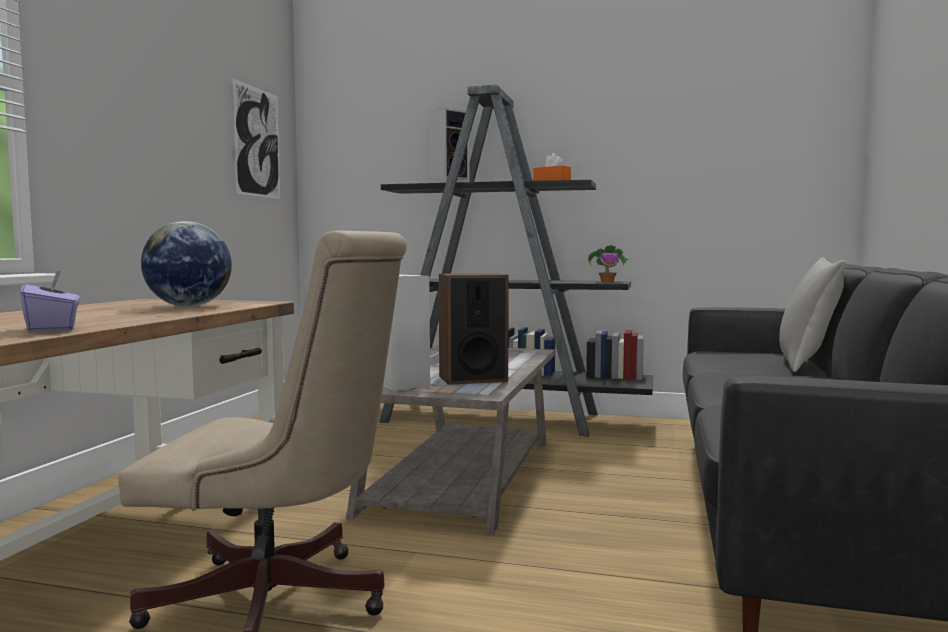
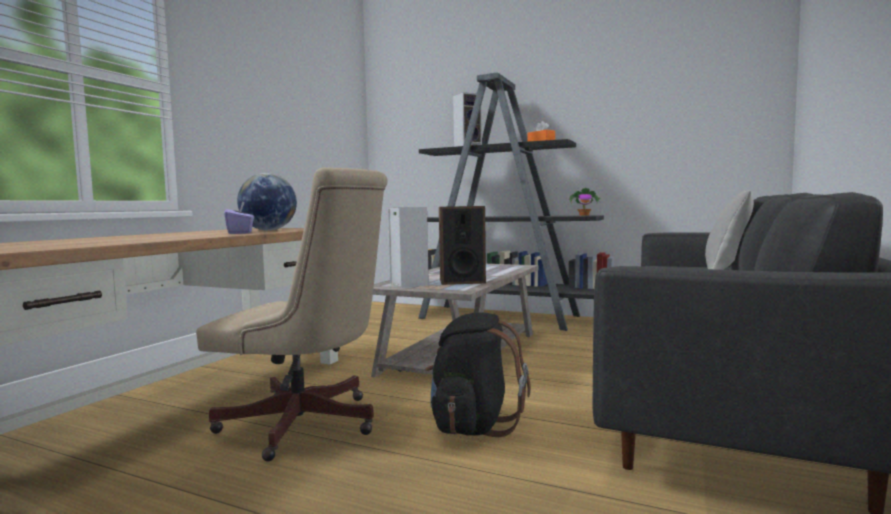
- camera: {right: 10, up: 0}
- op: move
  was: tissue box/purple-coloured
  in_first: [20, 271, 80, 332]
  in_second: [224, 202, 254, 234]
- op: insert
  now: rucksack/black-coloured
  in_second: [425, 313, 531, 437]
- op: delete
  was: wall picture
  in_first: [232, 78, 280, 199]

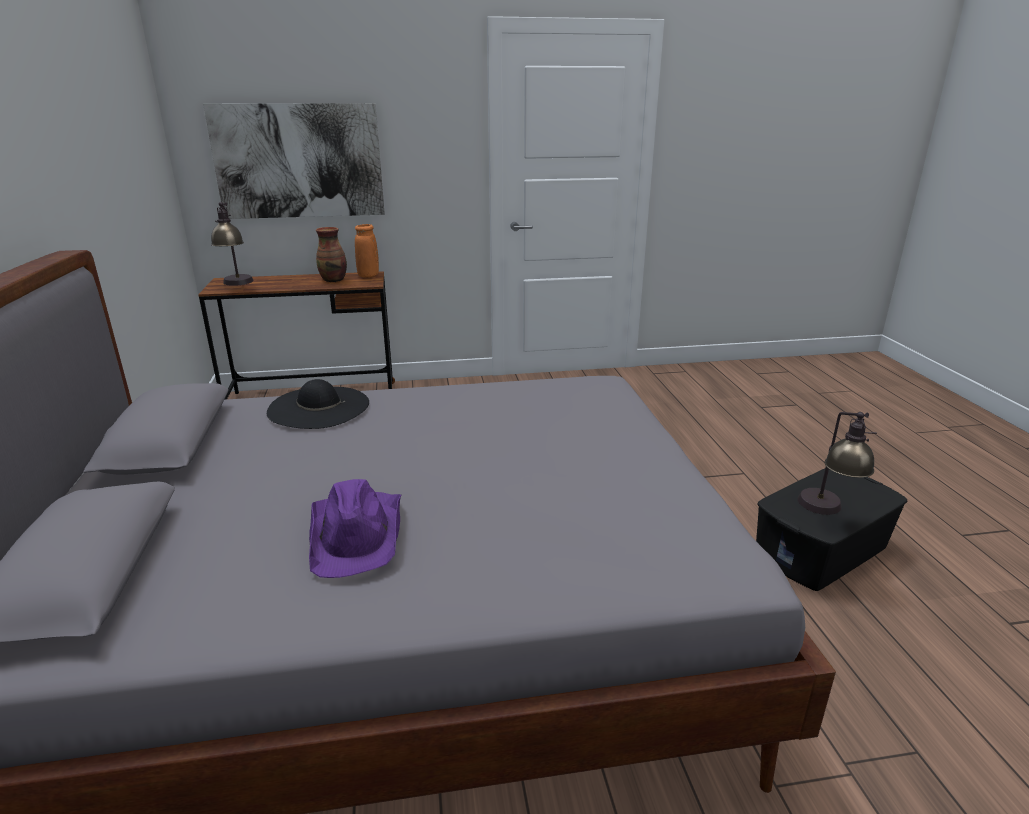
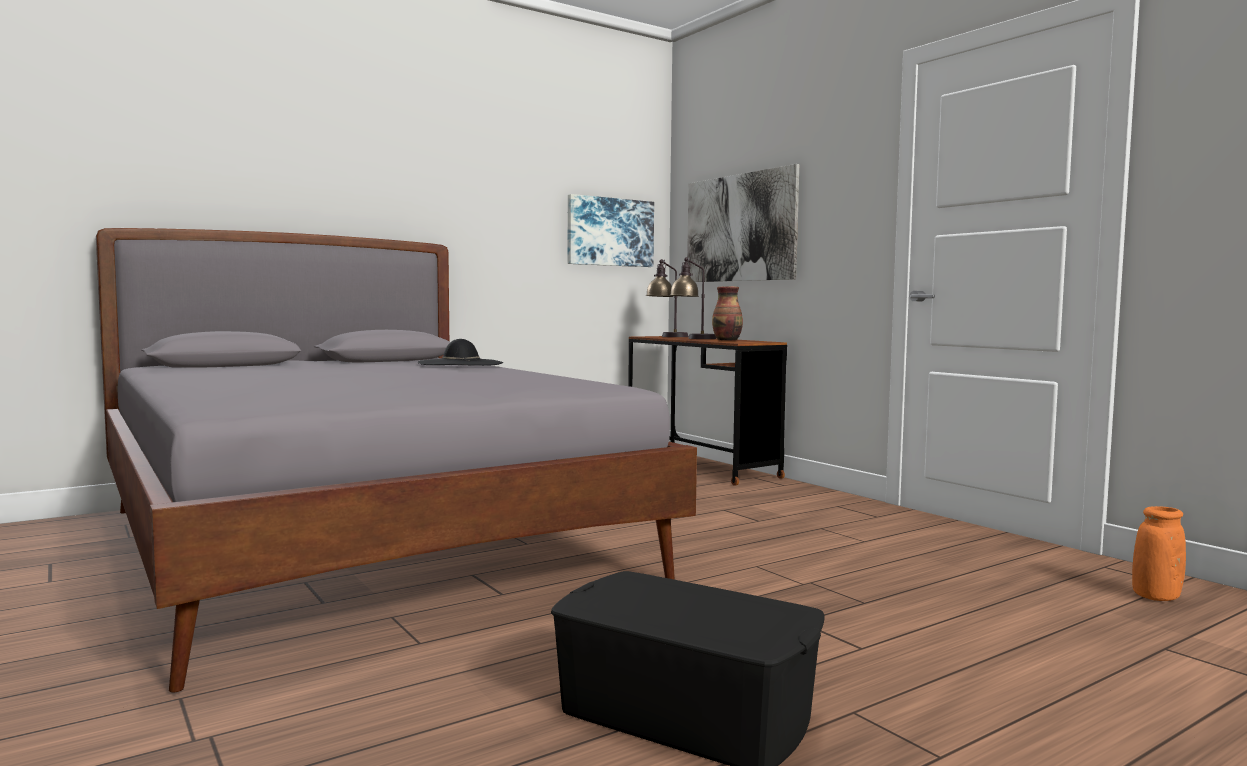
- camera: {right: 65, up: -20}
- op: insert
  now: wall picture
  in_second: [568, 194, 654, 267]
- op: move
  was: tabletop lamp
  in_first: [798, 412, 877, 515]
  in_second: [670, 257, 716, 339]
- op: move
  was: vase/orangey
  in_first: [355, 224, 379, 278]
  in_second: [1132, 506, 1186, 601]
- op: delete
  was: hat/purple-coloured
  in_first: [309, 479, 401, 578]

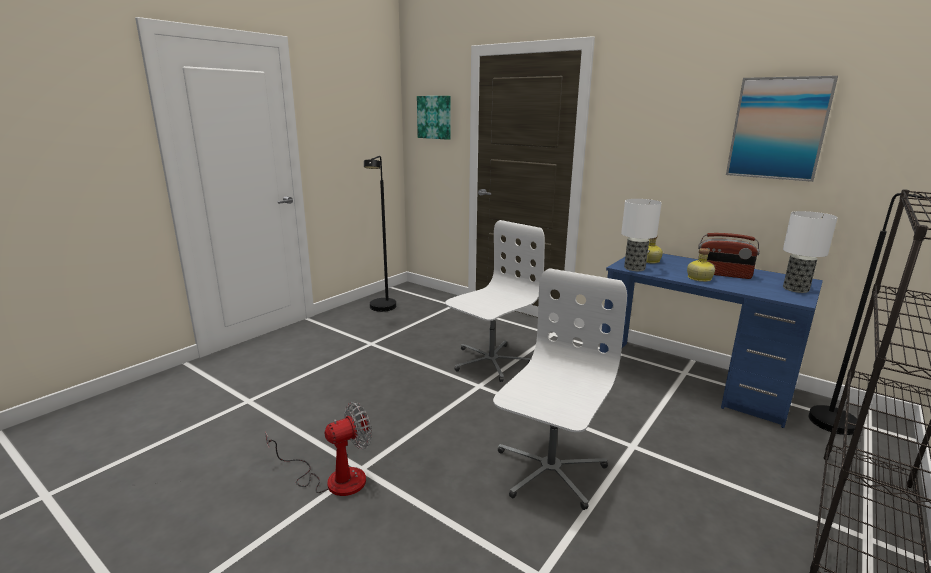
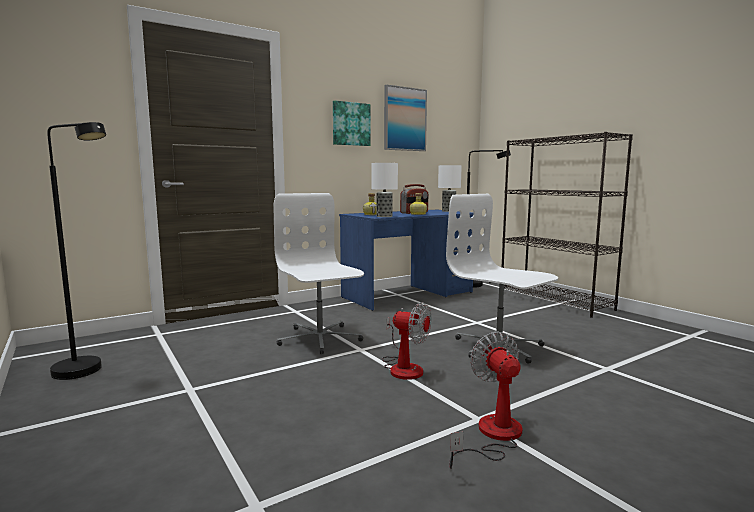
- camera: {right: -70, up: -10}
- op: move
  was: wall picture
  in_first: [417, 96, 451, 140]
  in_second: [333, 101, 371, 146]
- op: insert
  now: electric fan
  in_second: [382, 302, 431, 380]

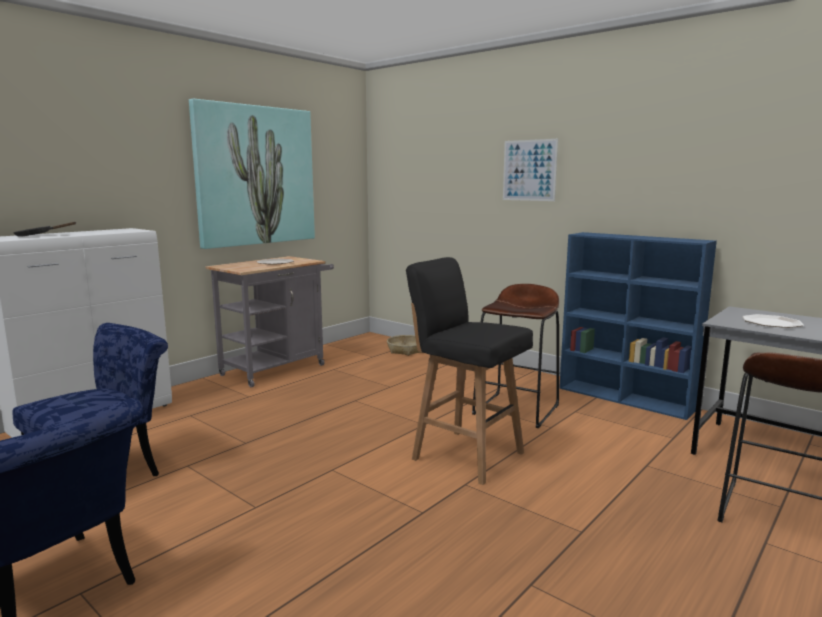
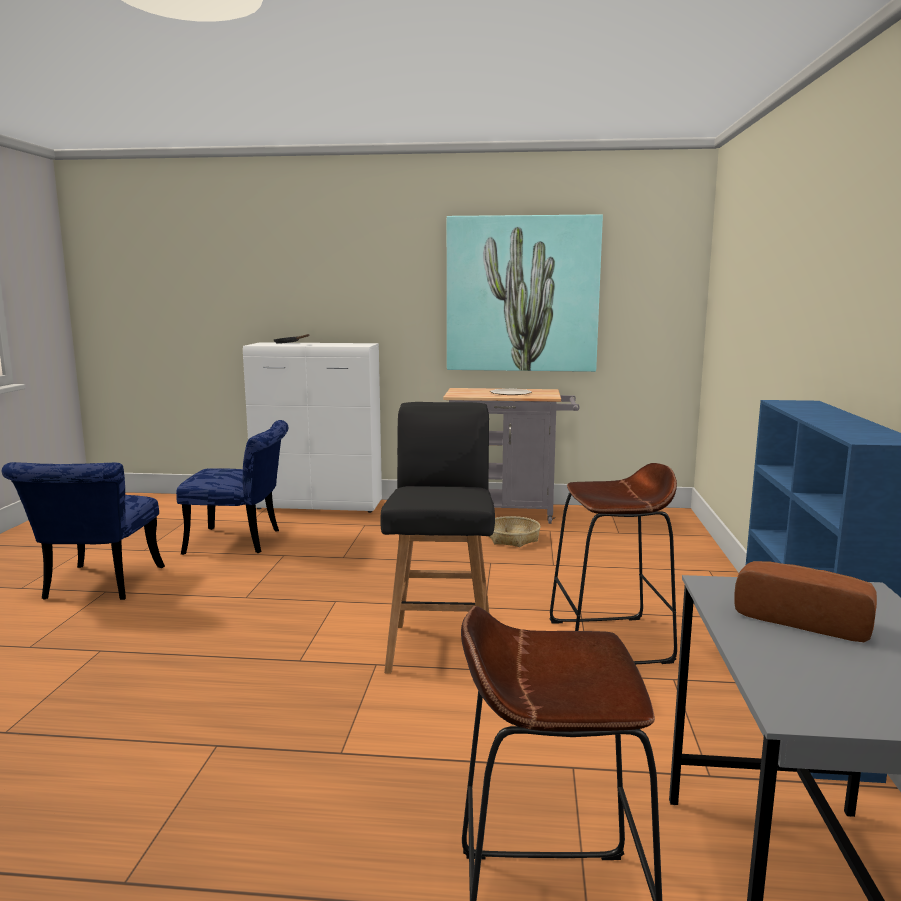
- camera: {right: 55, up: 0}
- op: move
  was: household basket
  in_first: [387, 335, 422, 356]
  in_second: [489, 516, 540, 547]
- op: replace
  was: dinner plate
  now: bread
  in_first: [742, 314, 804, 328]
  in_second: [734, 561, 877, 642]
- op: delete
  was: wall picture
  in_first: [503, 139, 558, 201]

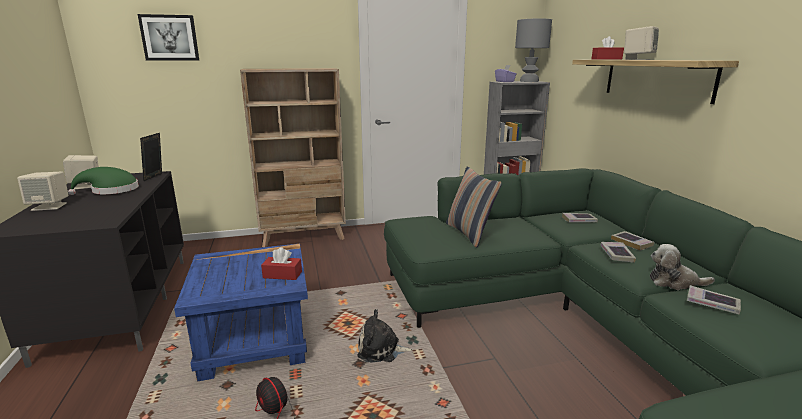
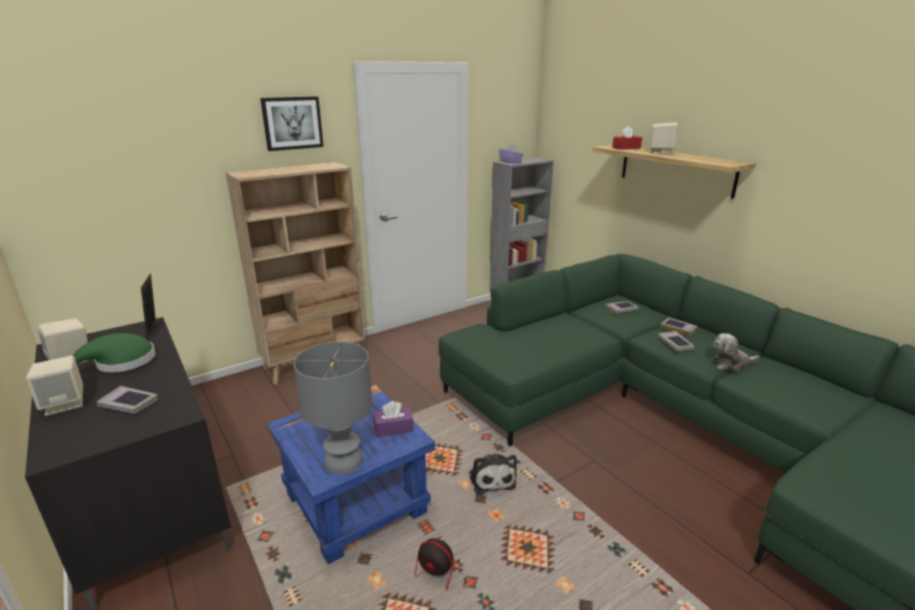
- camera: {right: -20, up: 5}
- op: move
  was: volume
  in_first: [687, 285, 741, 315]
  in_second: [97, 386, 158, 414]
- op: move
  was: wall picture
  in_first: [138, 14, 199, 61]
  in_second: [260, 96, 324, 151]
- op: move
  was: tabletop lamp/greyish
  in_first: [515, 18, 552, 82]
  in_second: [294, 342, 372, 475]
- op: recolor
  was: tissue box/red-coloured
  now: tissue box/purple-coloured
  in_first: [261, 247, 302, 280]
  in_second: [373, 401, 414, 437]
- op: rotate
  was: soft toy
  in_first: [358, 309, 413, 363]
  in_second: [469, 454, 517, 495]
  clockwise: -90
- op: delete
  was: pillow
  in_first: [446, 166, 502, 247]

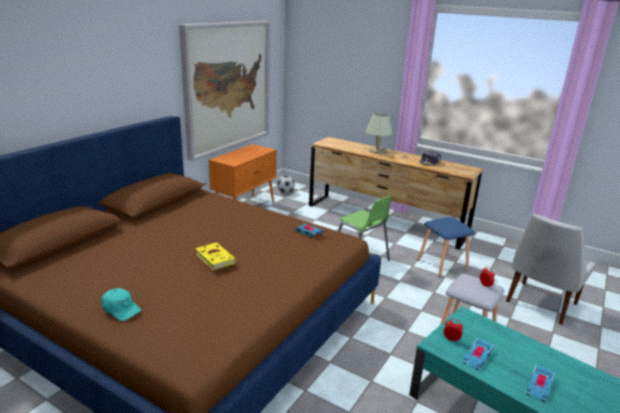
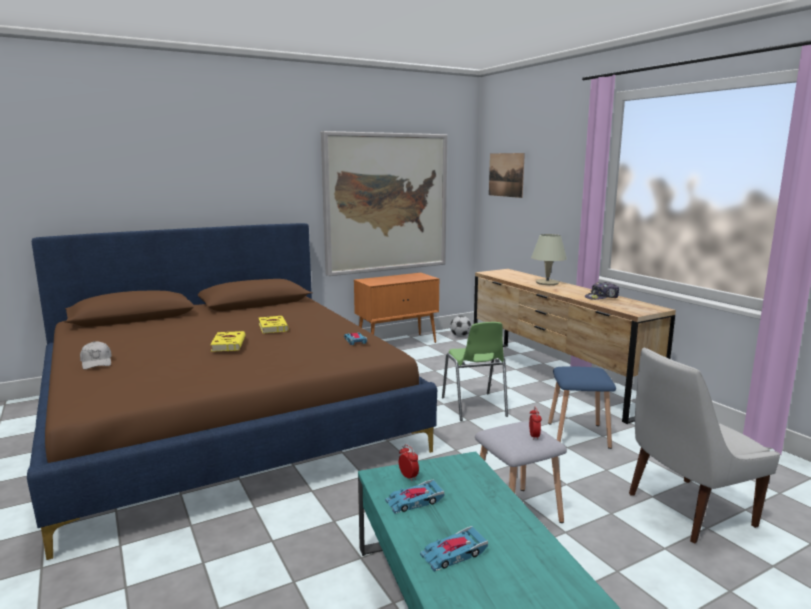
- camera: {right: 30, up: -10}
- op: recolor
  was: cap/turquoise
  now: cap/white
  in_first: [101, 288, 142, 321]
  in_second: [80, 341, 112, 370]
- op: insert
  now: volume/yellowish
  in_second: [259, 316, 289, 334]
- op: insert
  now: wall picture
  in_second: [489, 153, 525, 198]

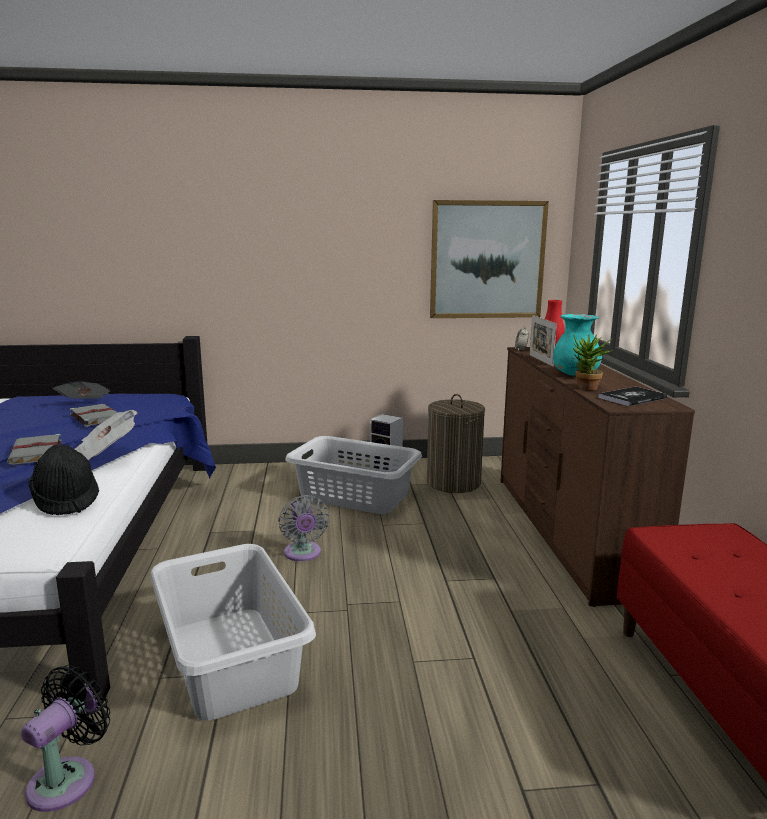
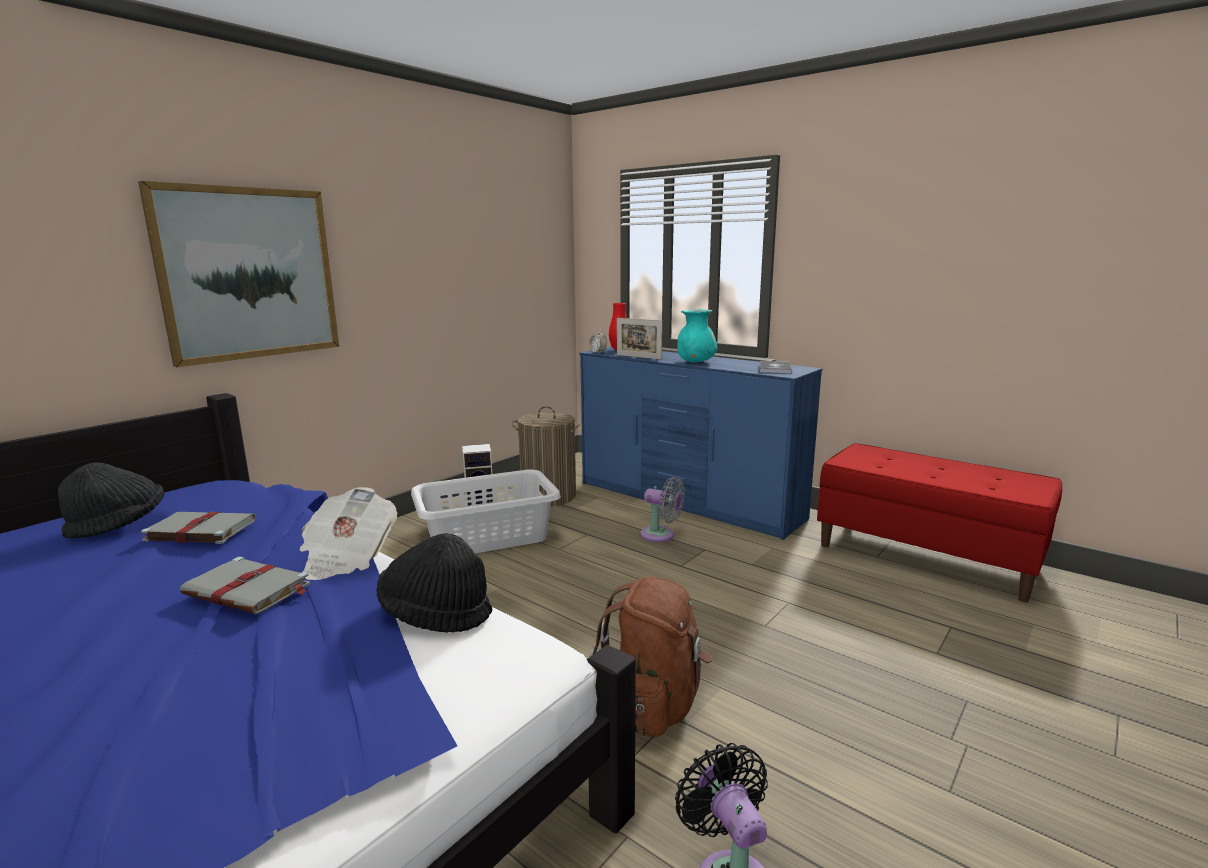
- camera: {right: -45, up: 0}
- op: replace
  was: daily paper
  now: hat/black-coloured
  in_first: [52, 381, 110, 399]
  in_second: [58, 462, 164, 538]
- op: move
  was: wall picture
  in_first: [430, 200, 549, 318]
  in_second: [138, 181, 339, 367]
- op: recolor
  was: chest of drawers/brownish
  now: chest of drawers/blue-coloured
  in_first: [501, 347, 695, 607]
  in_second: [579, 347, 822, 540]
- op: replace
  was: washing basket/greyish
  now: rucksack/brownish
  in_first: [150, 544, 316, 721]
  in_second: [589, 577, 712, 737]
- op: move
  was: electric fan/greyish
  in_first: [278, 495, 330, 561]
  in_second: [640, 477, 685, 542]
- op: delete
  was: potted plant
  in_first: [573, 334, 612, 390]

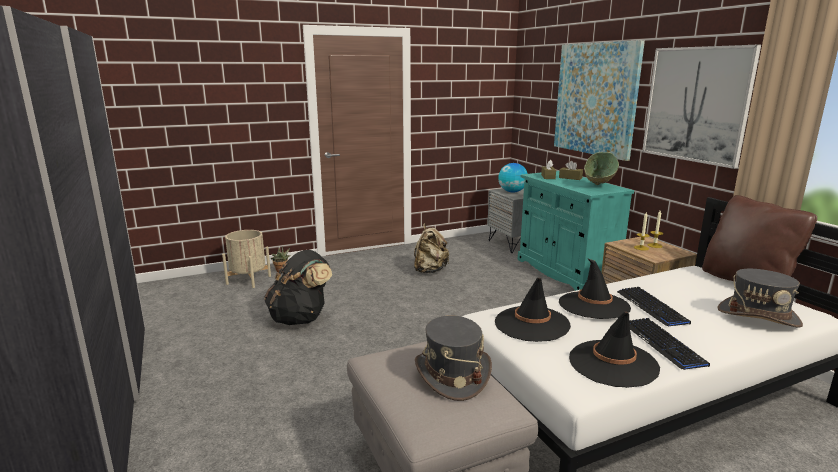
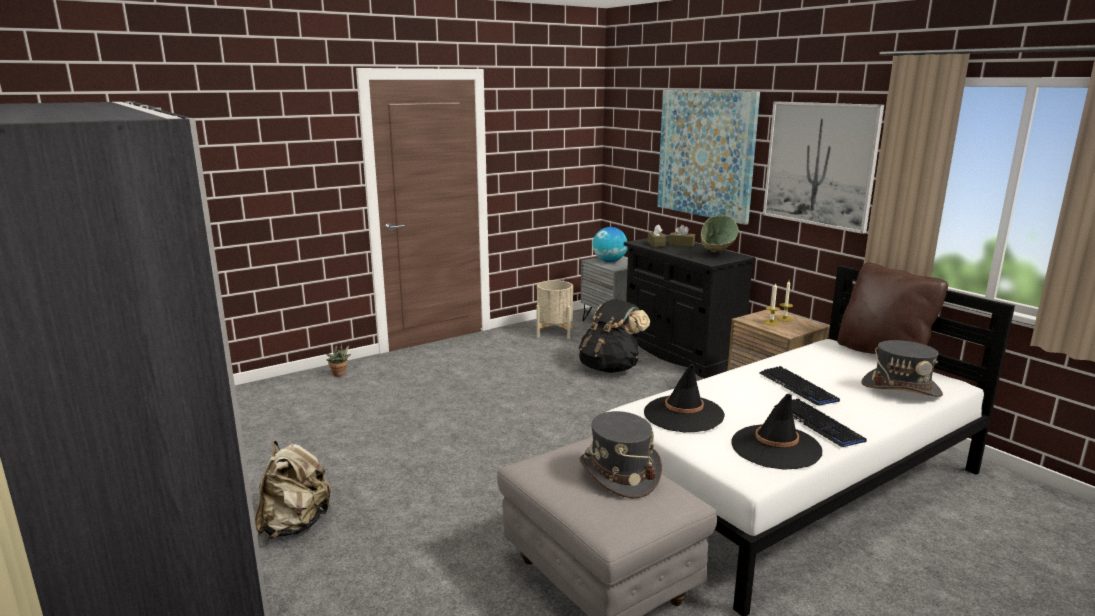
- camera: {right: -10, up: 0}
- op: move
  was: rucksack/beige
  in_first: [414, 223, 449, 273]
  in_second: [255, 440, 331, 539]
- op: move
  was: plant pot/beige
  in_first: [222, 230, 271, 288]
  in_second: [537, 280, 573, 339]
- op: move
  was: rucksack/black-coloured
  in_first: [264, 250, 332, 325]
  in_second: [579, 299, 650, 373]
- op: recolor
  was: storage cabinet/turquoise
  now: storage cabinet/black-coloured
  in_first: [518, 171, 634, 291]
  in_second: [624, 235, 755, 379]
- op: delete
  was: hat/black-coloured
  in_first: [559, 258, 631, 319]

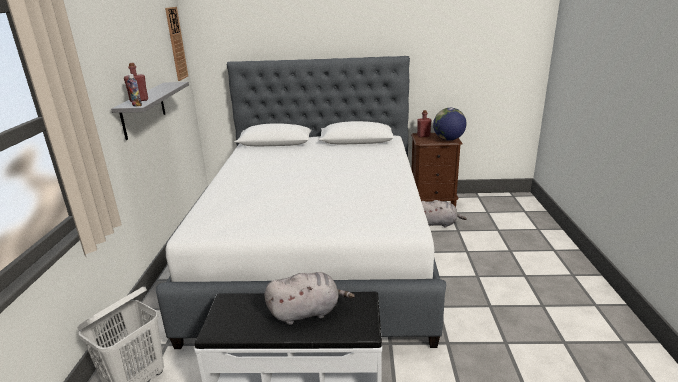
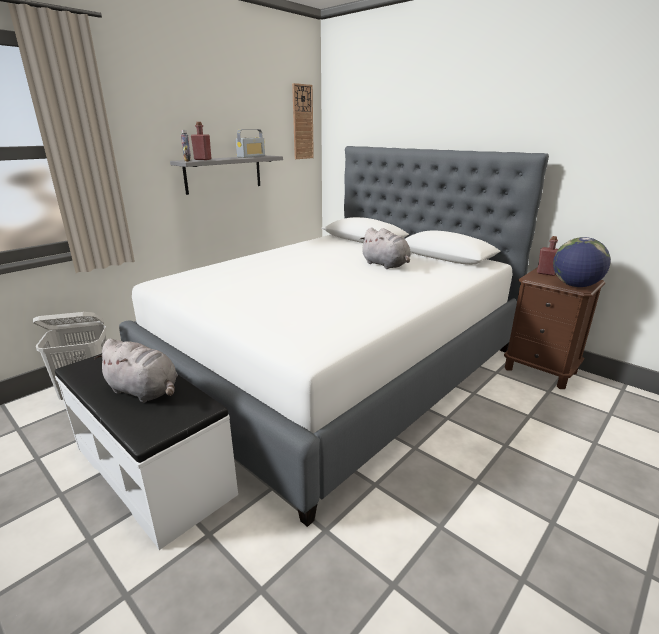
- camera: {right: 40, up: 0}
- op: insert
  now: radio set
  in_second: [236, 129, 265, 158]
- op: move
  was: soft toy/greyish
  in_first: [421, 200, 467, 228]
  in_second: [360, 227, 411, 269]

